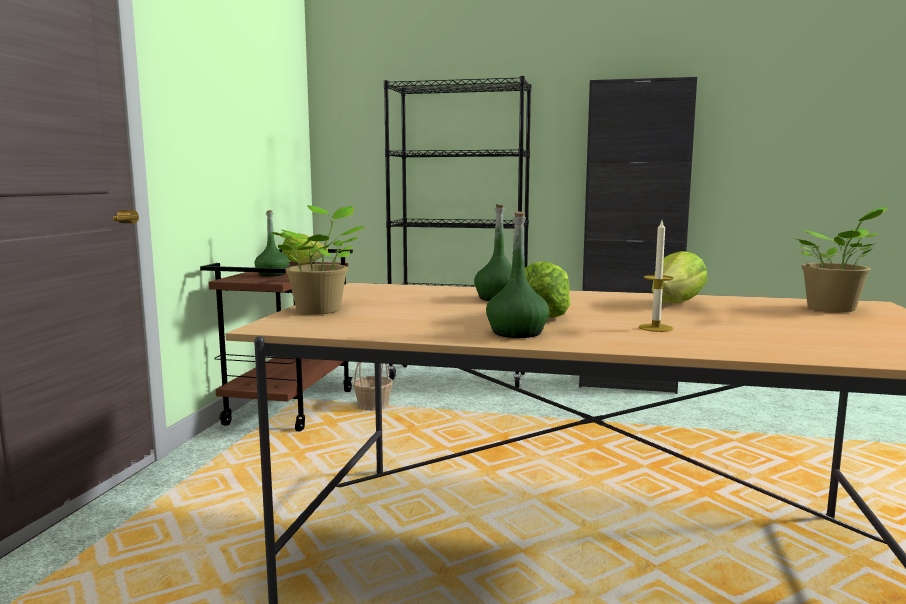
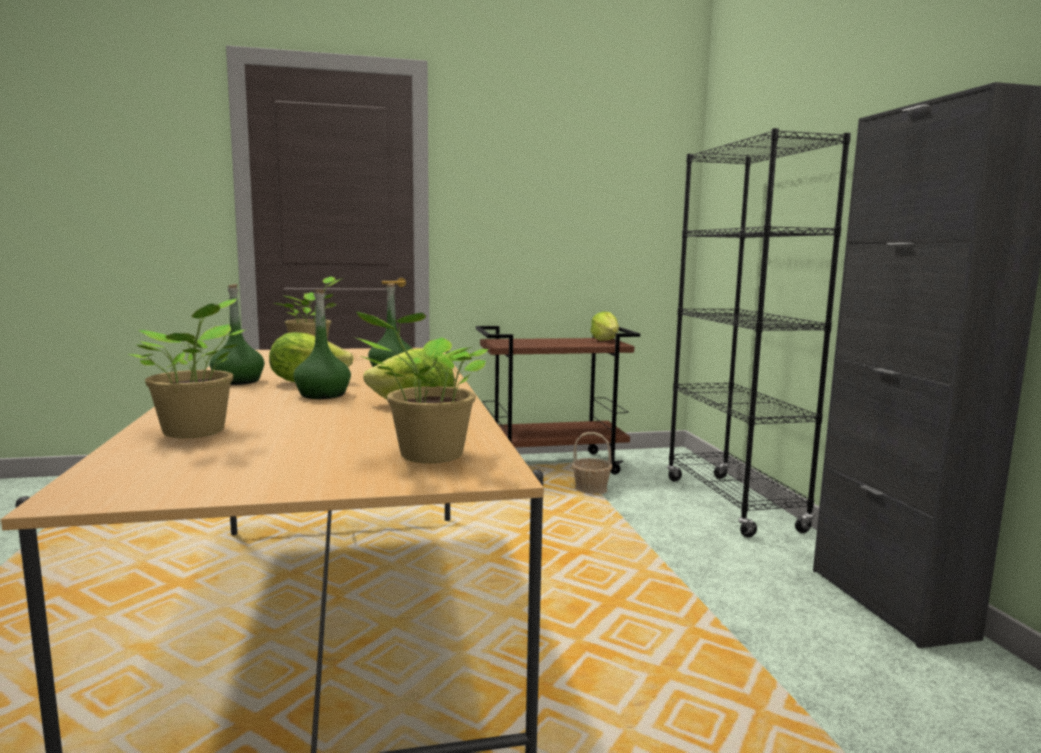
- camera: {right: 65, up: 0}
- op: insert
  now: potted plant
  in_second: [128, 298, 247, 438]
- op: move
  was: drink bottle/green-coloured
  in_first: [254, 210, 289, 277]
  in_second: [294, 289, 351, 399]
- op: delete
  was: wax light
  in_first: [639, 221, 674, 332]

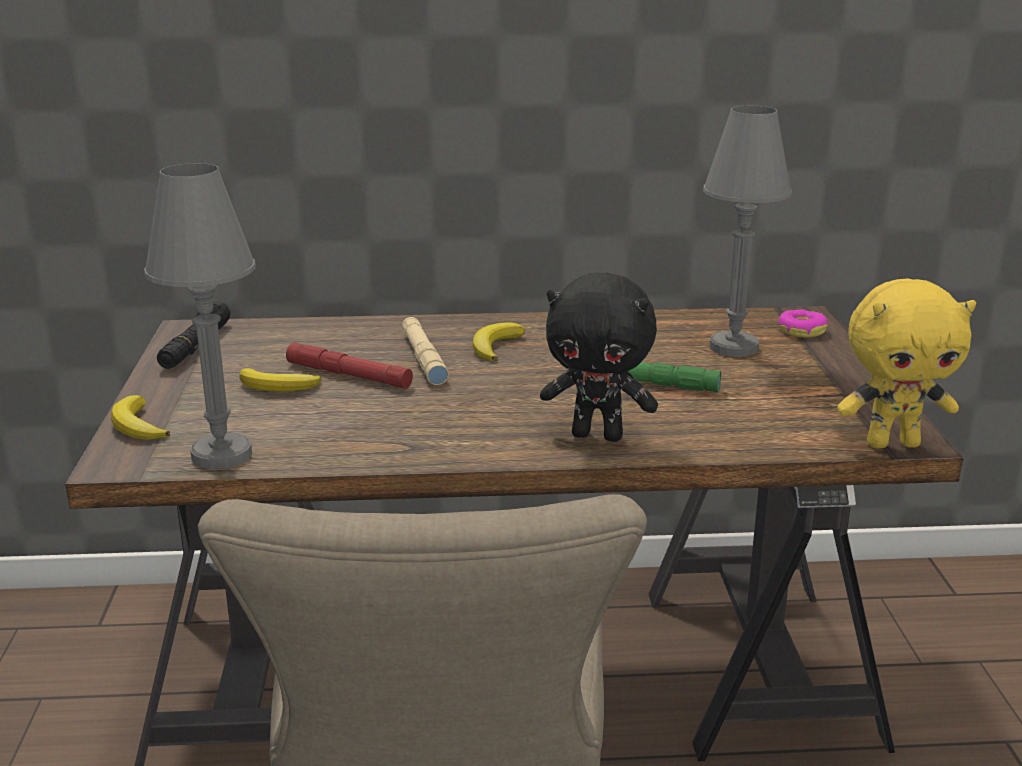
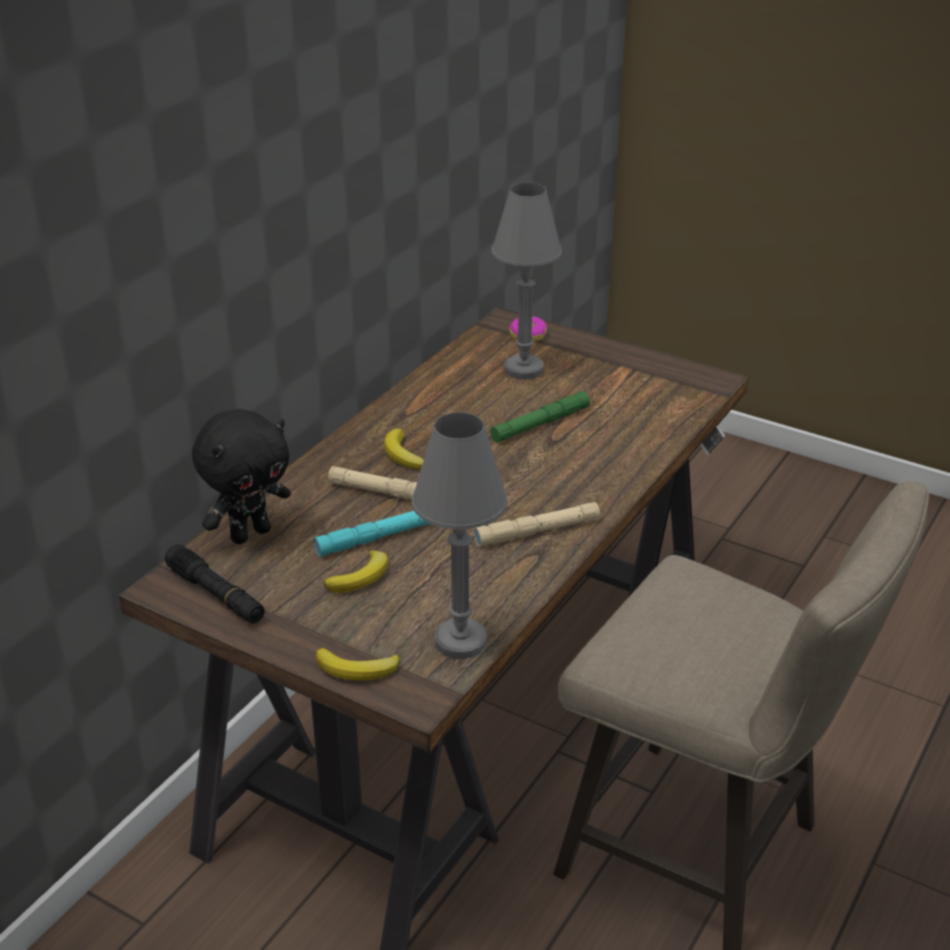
- camera: {right: -55, up: 10}
- op: move
  was: soft toy/black-coloured
  in_first: [540, 272, 658, 442]
  in_second: [192, 409, 291, 544]
- op: recolor
  was: flashlight/red-coloured
  now: flashlight/turquoise
  in_first: [286, 342, 413, 389]
  in_second: [314, 511, 430, 557]
- op: insert
  now: flashlight/beige
  in_second: [474, 502, 600, 547]
- op: delete
  was: soft toy/yellowish
  in_first: [837, 278, 976, 449]

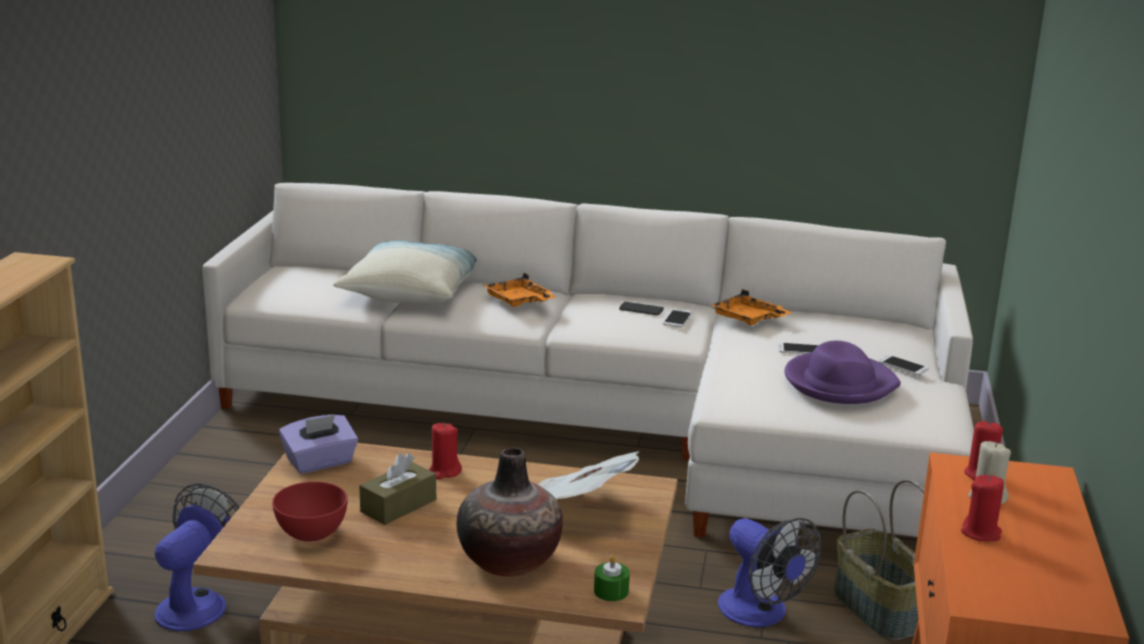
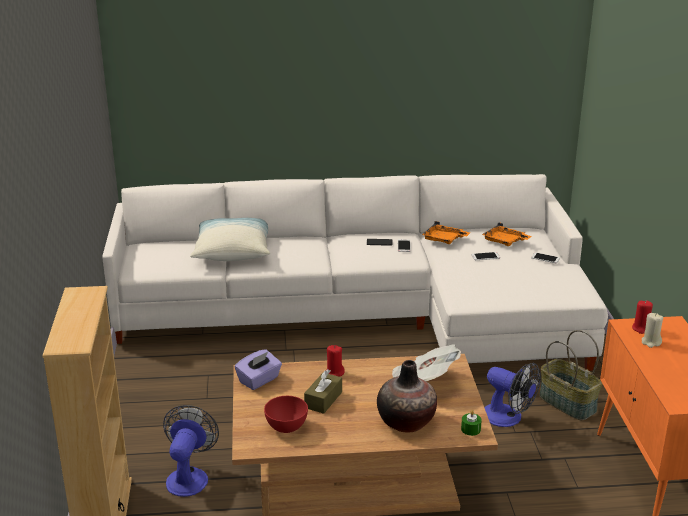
- camera: {right: -15, up: 5}
- op: move
  was: serving tray/orangey
  in_first: [483, 273, 556, 307]
  in_second: [482, 222, 532, 246]
- op: delete
  was: hat/purple-coloured
  in_first: [785, 341, 901, 404]
- op: delete
  was: wax light/red-coloured
  in_first: [961, 475, 1004, 541]

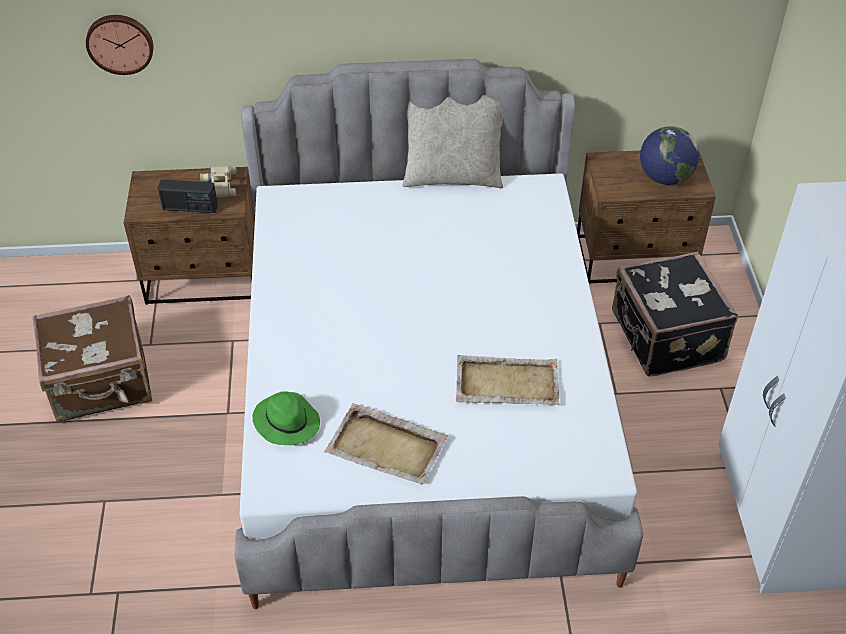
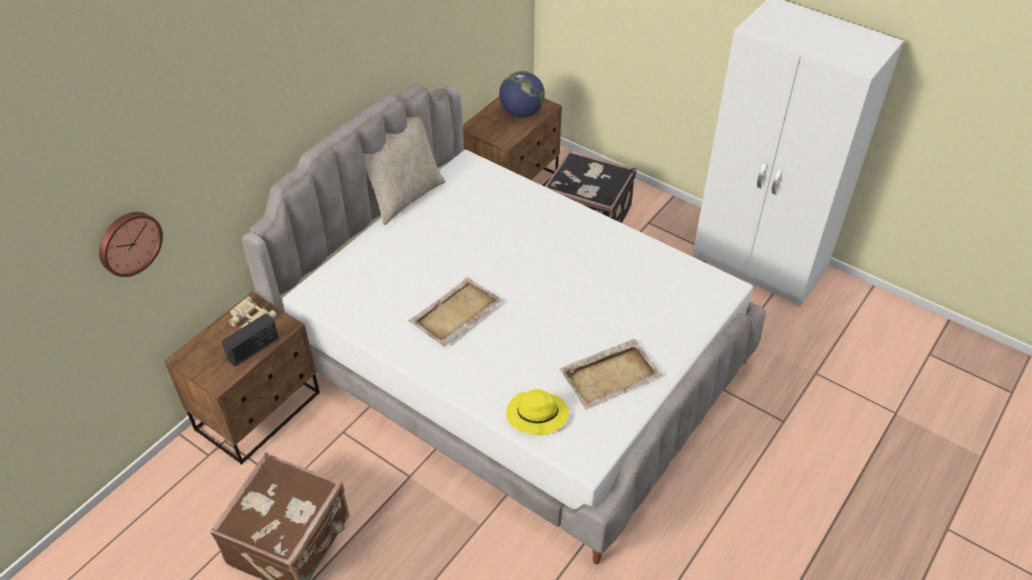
- camera: {right: -50, up: 0}
- op: move
  was: serving tray/beige
  in_first: [456, 355, 560, 405]
  in_second: [409, 277, 503, 347]
- op: recolor
  was: hat/green-coloured
  now: hat/yellowish
  in_first: [252, 391, 320, 445]
  in_second: [506, 389, 569, 436]

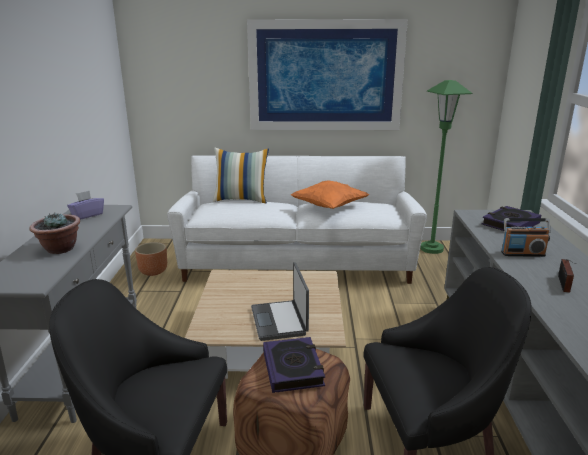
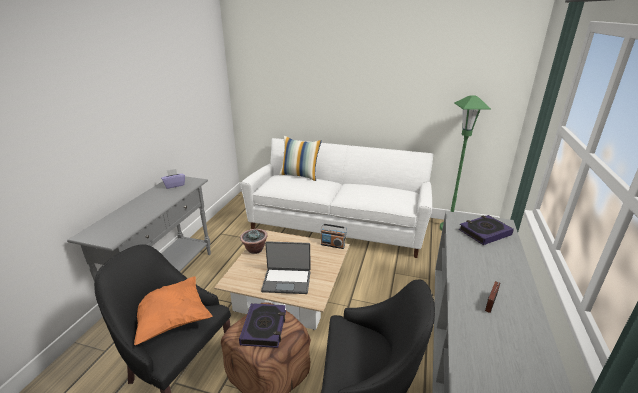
- camera: {right: 15, up: 5}
- op: move
  was: pillow/orangey
  in_first: [291, 180, 369, 209]
  in_second: [134, 276, 212, 345]
- op: move
  was: potted plant
  in_first: [30, 213, 80, 254]
  in_second: [240, 229, 268, 254]
- op: rotate
  was: notebook computer
  in_first: [251, 262, 309, 341]
  in_second: [261, 241, 311, 294]
  clockwise: -90
- op: move
  was: radio set
  in_first: [501, 218, 551, 257]
  in_second: [320, 223, 347, 249]
- op: delete
  was: plant pot/brownish
  in_first: [135, 242, 167, 276]
- op: delete
  was: wall picture
  in_first: [247, 19, 408, 130]

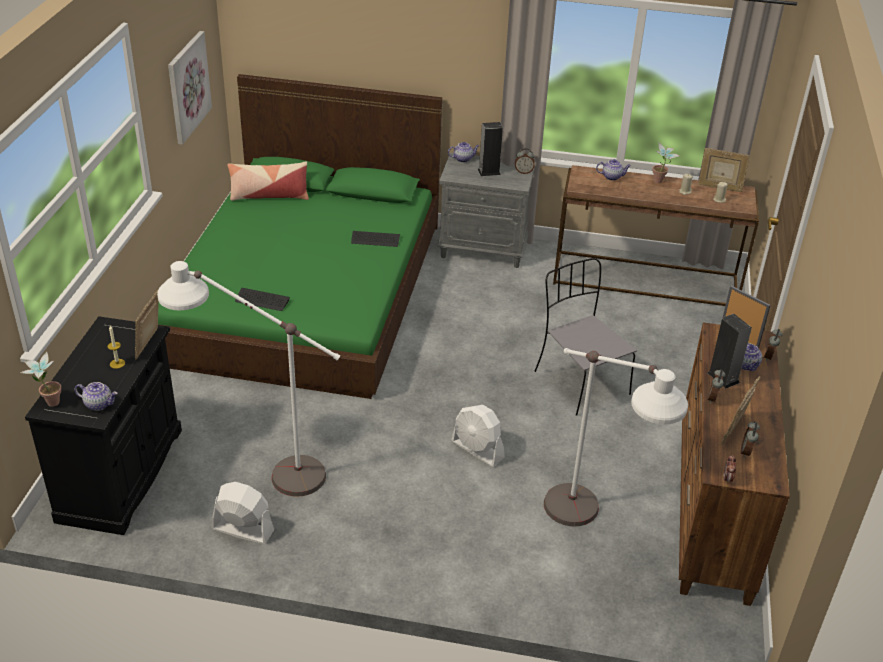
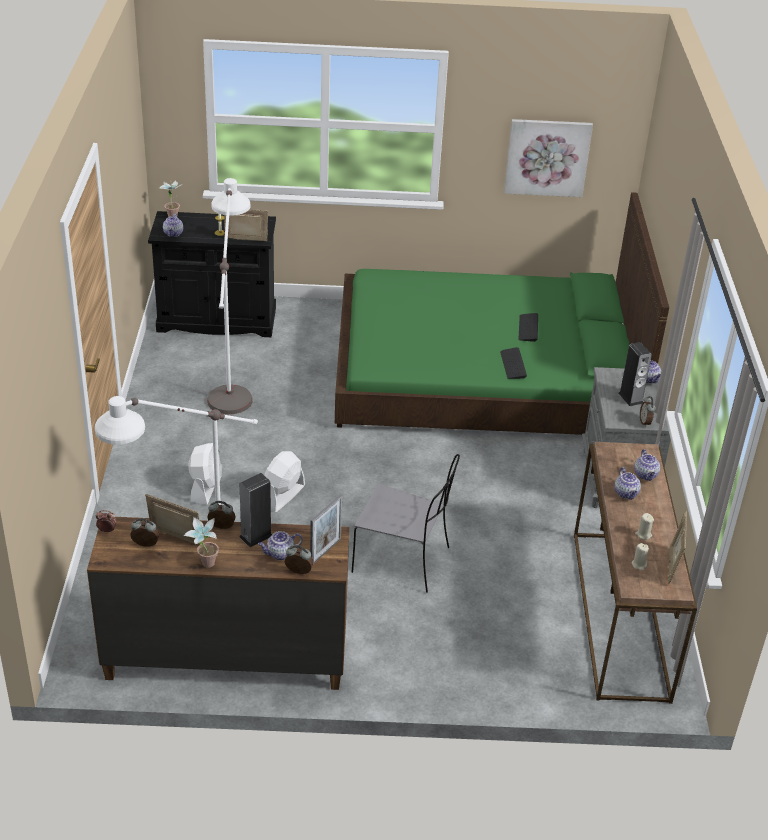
- camera: {right: 80, up: 0}
- op: move
  was: potted plant
  in_first: [652, 143, 680, 183]
  in_second: [184, 517, 219, 568]
- op: move
  was: electric fan/white
  in_first: [211, 482, 274, 544]
  in_second: [188, 443, 222, 504]
- op: rotate
  was: plain chair/greyish
  in_first: [534, 258, 637, 416]
  in_second: [351, 454, 460, 593]
  clockwise: 60
- op: move
  was: keyboard
  in_first: [235, 288, 290, 311]
  in_second: [518, 313, 538, 342]
- op: insert
  now: tea pot
  in_second: [615, 467, 641, 500]
- op: delete
  was: pillow
  in_first: [227, 161, 309, 201]

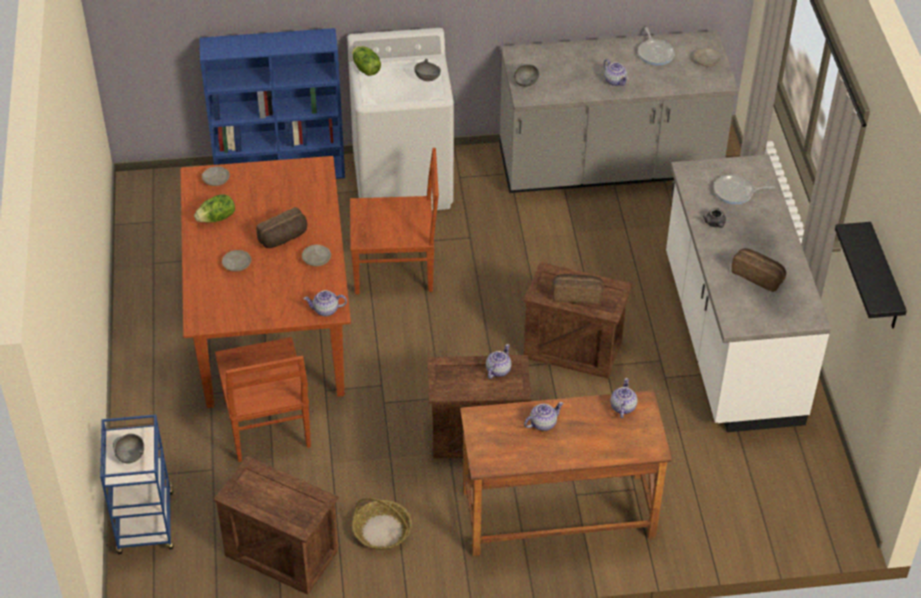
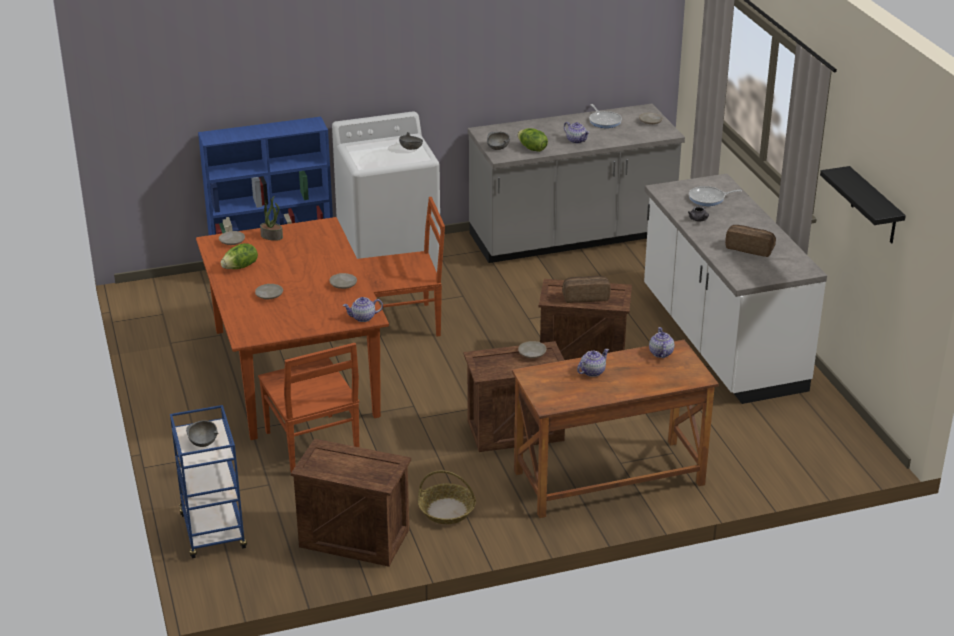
- camera: {right: -10, up: -15}
- op: insert
  now: potted plant
  in_second: [260, 196, 283, 241]
- op: move
  was: lettuce head
  in_first: [352, 46, 381, 76]
  in_second: [517, 128, 548, 152]
- op: replace
  was: tea pot
  now: dinner plate/beige
  in_first: [486, 344, 511, 379]
  in_second: [518, 341, 547, 358]
- op: delete
  was: bread
  in_first: [256, 207, 308, 248]

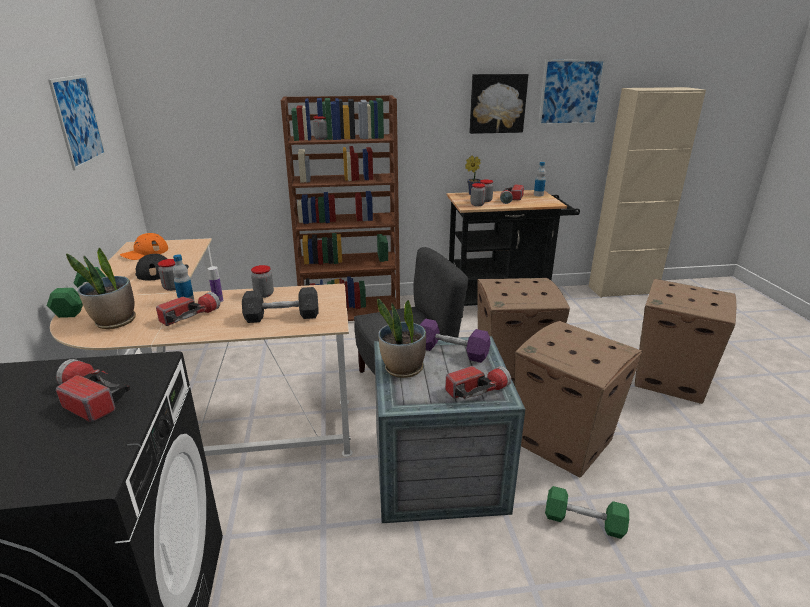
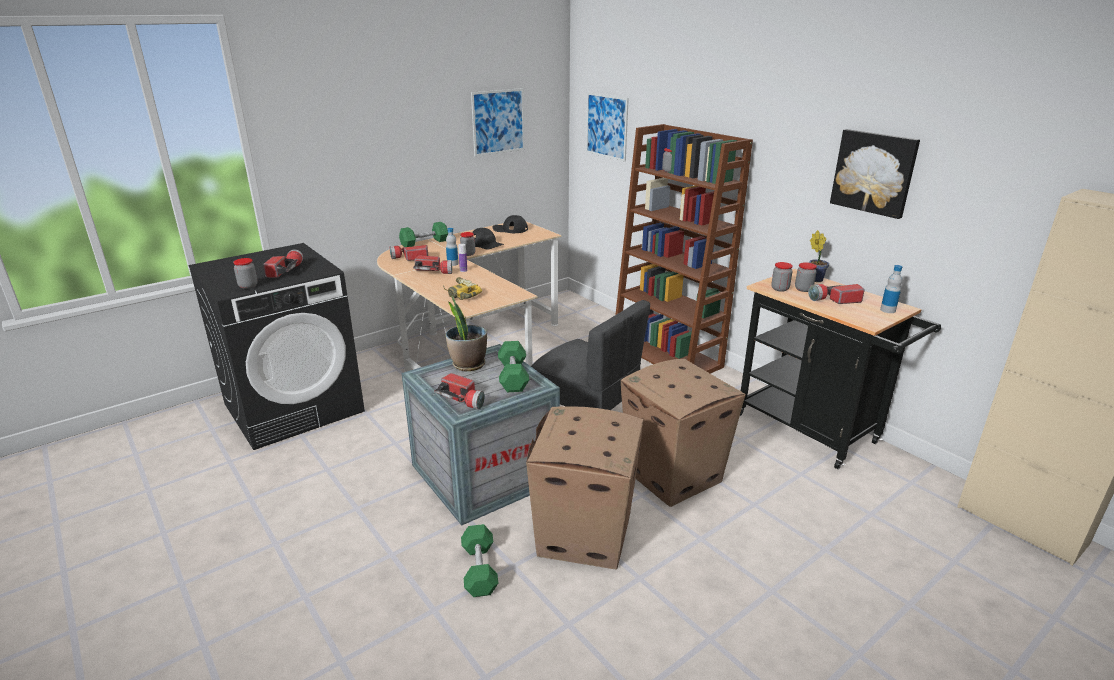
- camera: {right: 60, up: 0}
- op: move
  was: jar
  in_first: [251, 265, 274, 298]
  in_second: [233, 258, 258, 289]
- op: replace
  was: potted plant
  now: flashlight
  in_first: [66, 248, 136, 329]
  in_second: [390, 245, 428, 261]
- op: replace
  was: dumbbell/greyish
  now: power drill
  in_first: [242, 287, 319, 323]
  in_second: [443, 277, 482, 300]
- op: recolor
  was: cap/orangey
  now: cap/black-coloured
  in_first: [120, 233, 168, 260]
  in_second: [492, 215, 528, 233]
- op: recolor
  was: dumbbell/purple-coloured
  now: dumbbell/green-coloured
  in_first: [420, 318, 491, 363]
  in_second: [498, 341, 529, 392]
- op: move
  was: wall picture
  in_first: [538, 59, 606, 126]
  in_second: [586, 92, 629, 162]
- op: delete
  was: packing box
  in_first: [635, 279, 736, 404]

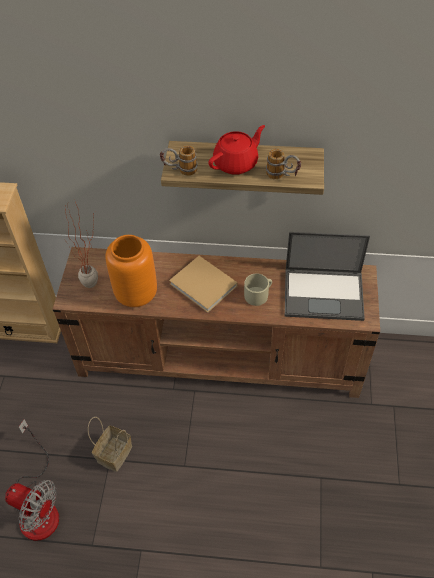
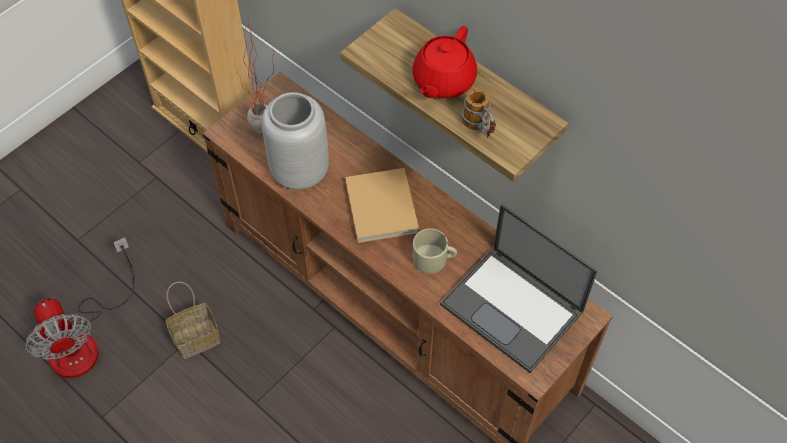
- camera: {right: 35, up: 5}
- op: recolor
  was: vase/orangey
  now: vase/greyish
  in_first: [105, 235, 157, 307]
  in_second: [262, 92, 329, 190]
- op: rotate
  was: tea pot/red-coloured
  in_first: [208, 125, 265, 175]
  in_second: [412, 26, 477, 98]
  clockwise: 120
- op: delete
  was: mug
  in_first: [160, 145, 197, 176]

